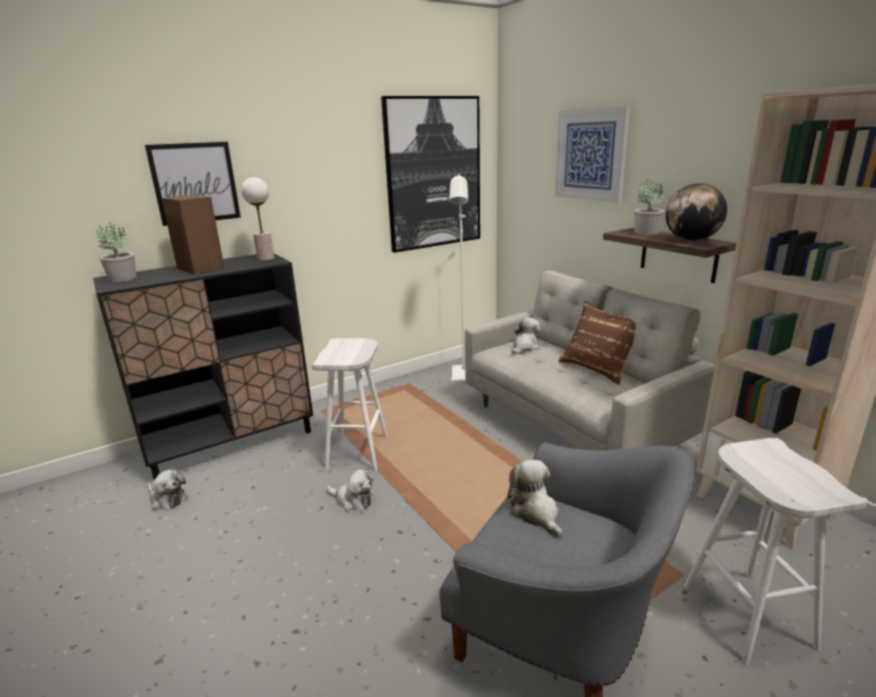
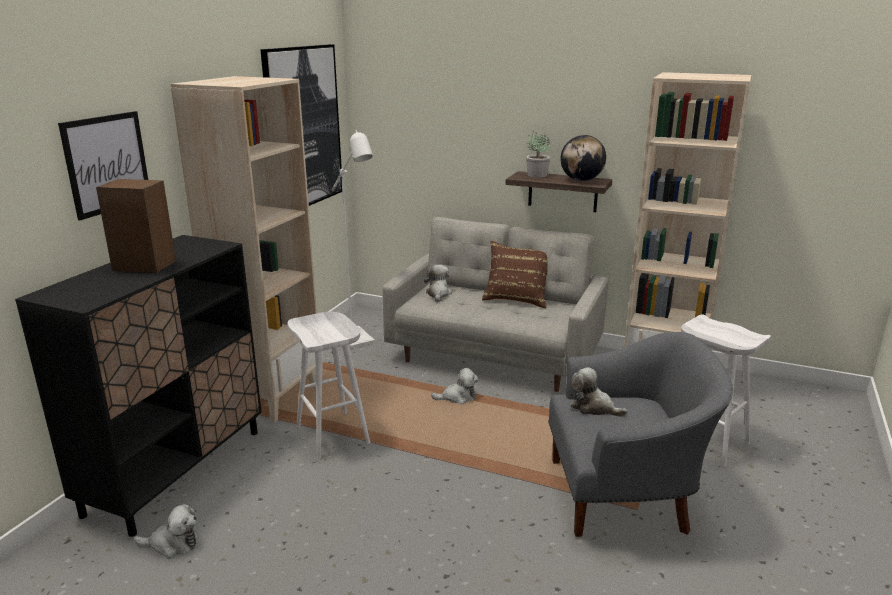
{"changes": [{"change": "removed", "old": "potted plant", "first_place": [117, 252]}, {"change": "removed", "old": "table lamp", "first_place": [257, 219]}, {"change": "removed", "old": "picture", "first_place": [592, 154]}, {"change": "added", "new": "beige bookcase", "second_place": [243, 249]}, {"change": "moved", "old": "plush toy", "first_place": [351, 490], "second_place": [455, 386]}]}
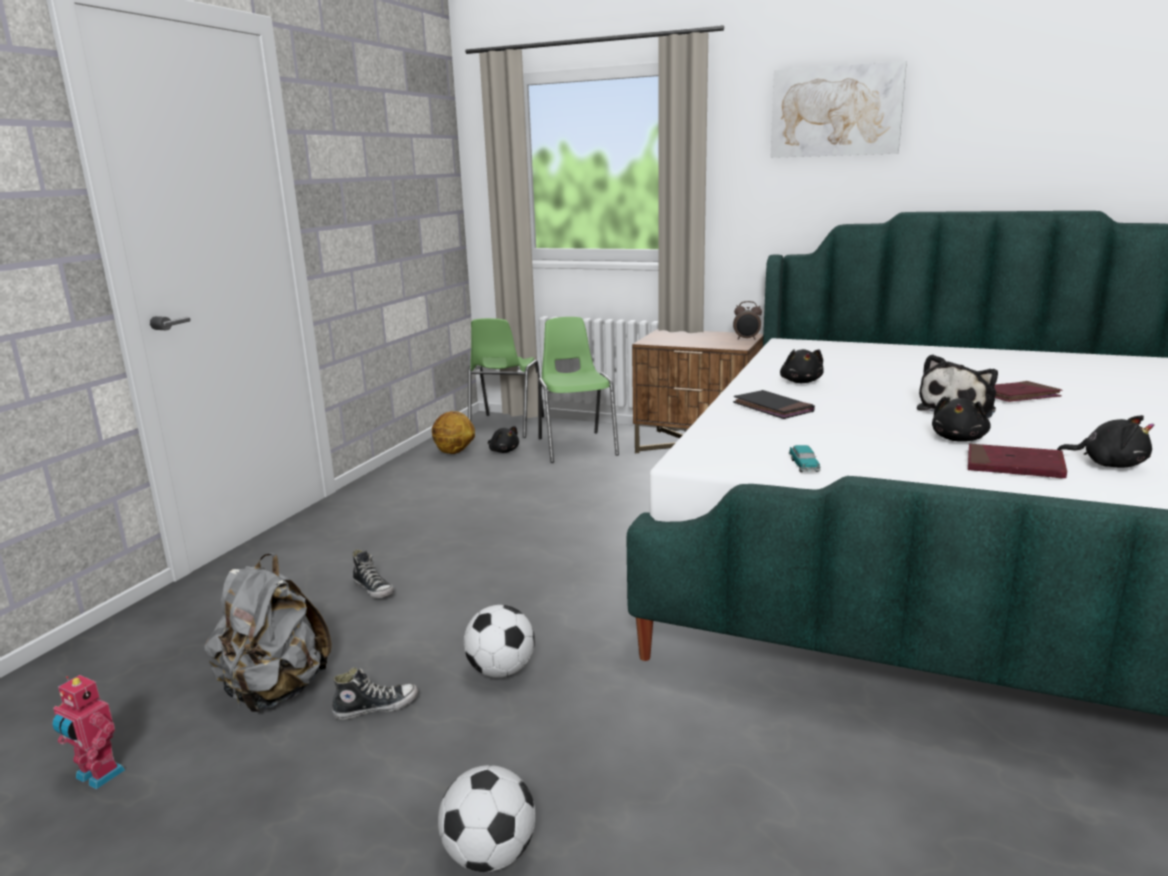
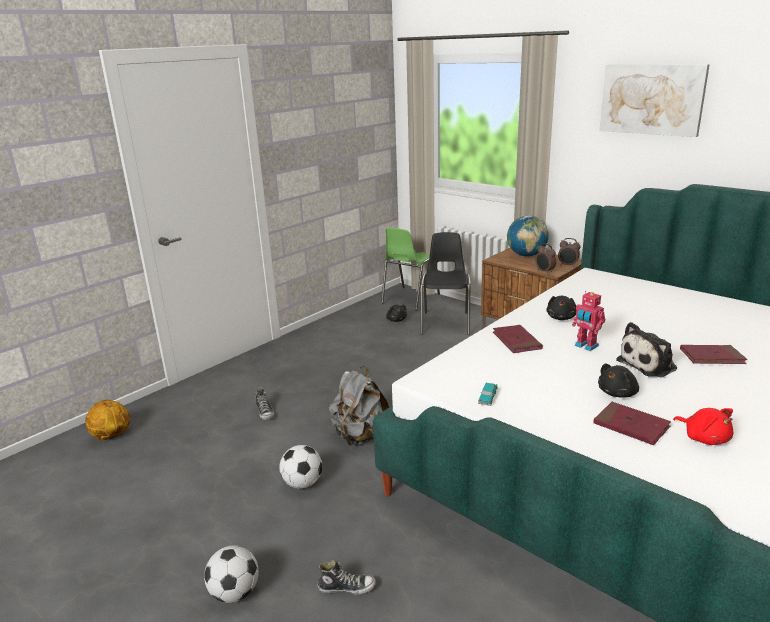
{"changes": [{"change": "added", "new": "globe", "second_place": [528, 236]}, {"change": "added", "new": "alarm clock", "second_place": [545, 258]}, {"change": "moved", "old": "toy robot", "first_place": [88, 732], "second_place": [589, 321]}, {"change": "moved", "old": "grey backpack", "first_place": [268, 632], "second_place": [359, 406]}, {"change": "moved", "old": "shoe", "first_place": [375, 693], "second_place": [346, 577]}, {"change": "moved", "old": "basketball", "first_place": [453, 432], "second_place": [107, 420]}, {"change": "recoloured", "old": "green chair", "new": "black chair", "first_place": [578, 390], "second_place": [445, 283]}, {"change": "recoloured", "old": "black book", "new": "red book", "first_place": [774, 404], "second_place": [518, 339]}, {"change": "recoloured", "old": "black plush toy", "new": "red plush toy", "first_place": [1105, 441], "second_place": [703, 426]}]}
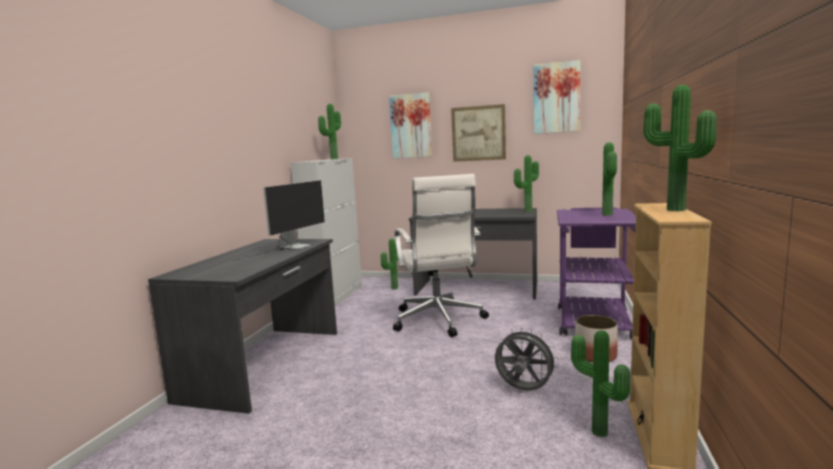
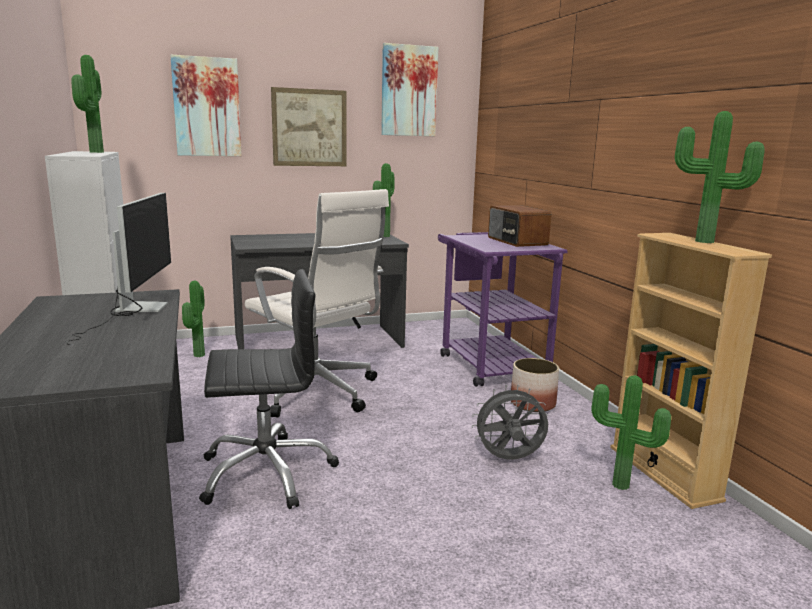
{"changes": [{"change": "added", "new": "black office chair", "second_place": [269, 389]}, {"change": "replaced", "old": "potted plant", "new": "radio", "first_place": [609, 179], "second_place": [519, 226]}]}
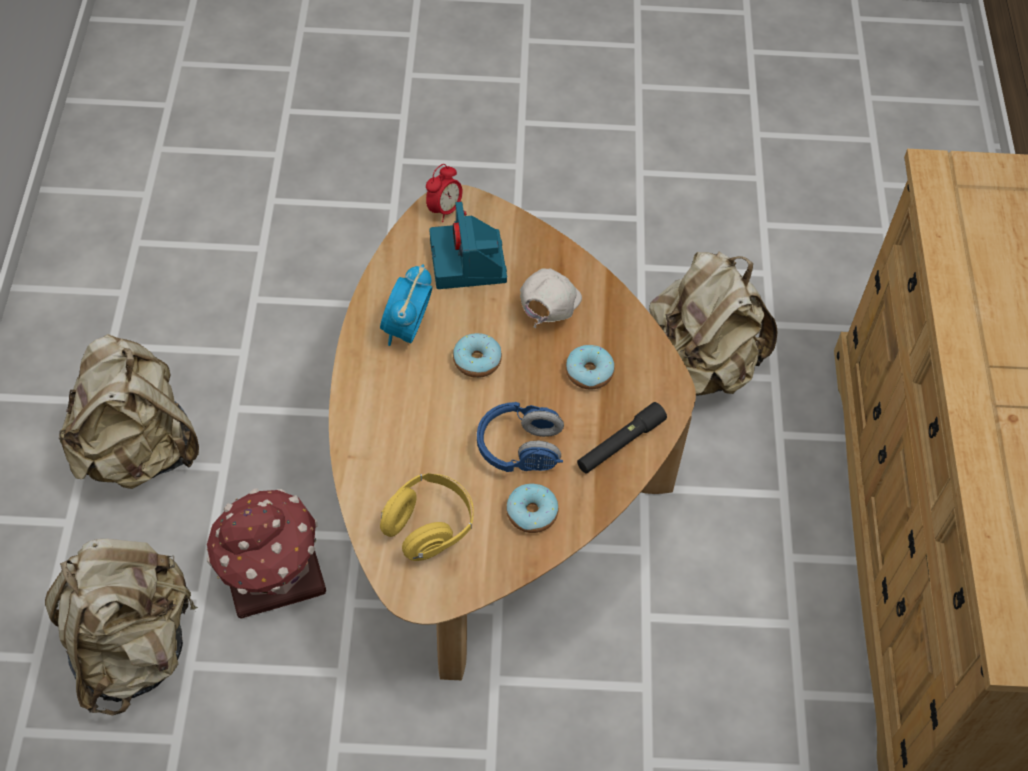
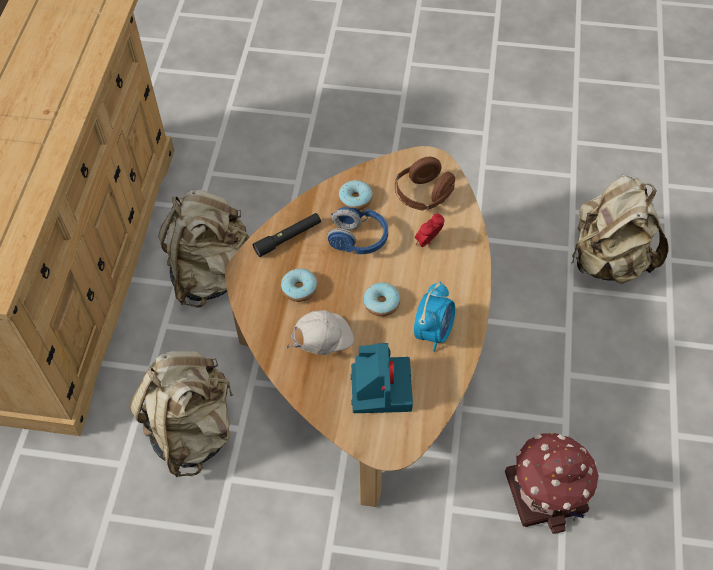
{"changes": [{"change": "moved", "old": "beige backpack", "first_place": [129, 411], "second_place": [204, 249]}, {"change": "moved", "old": "toy house", "first_place": [266, 553], "second_place": [552, 483]}, {"change": "moved", "old": "alarm clock", "first_place": [444, 193], "second_place": [429, 230]}, {"change": "recoloured", "old": "yellow headphones", "new": "brown headphones", "first_place": [427, 517], "second_place": [425, 184]}, {"change": "turned", "old": "white cap", "first_place": [551, 298], "second_place": [320, 332], "degrees": -150}]}
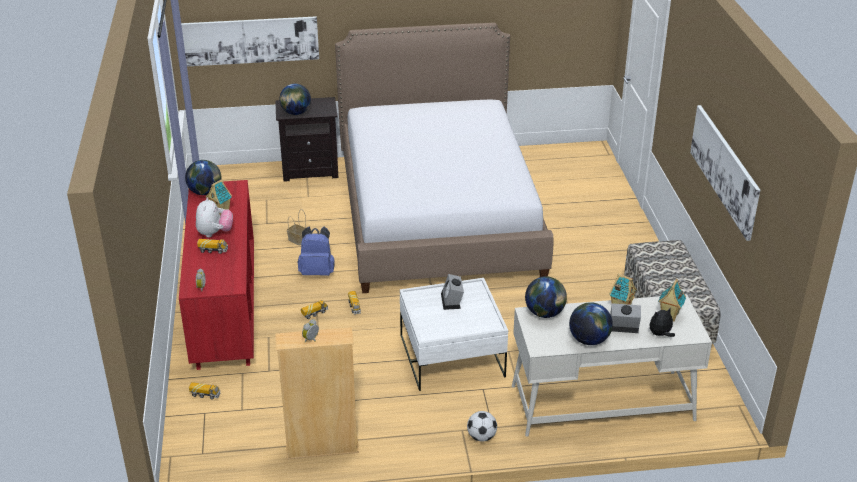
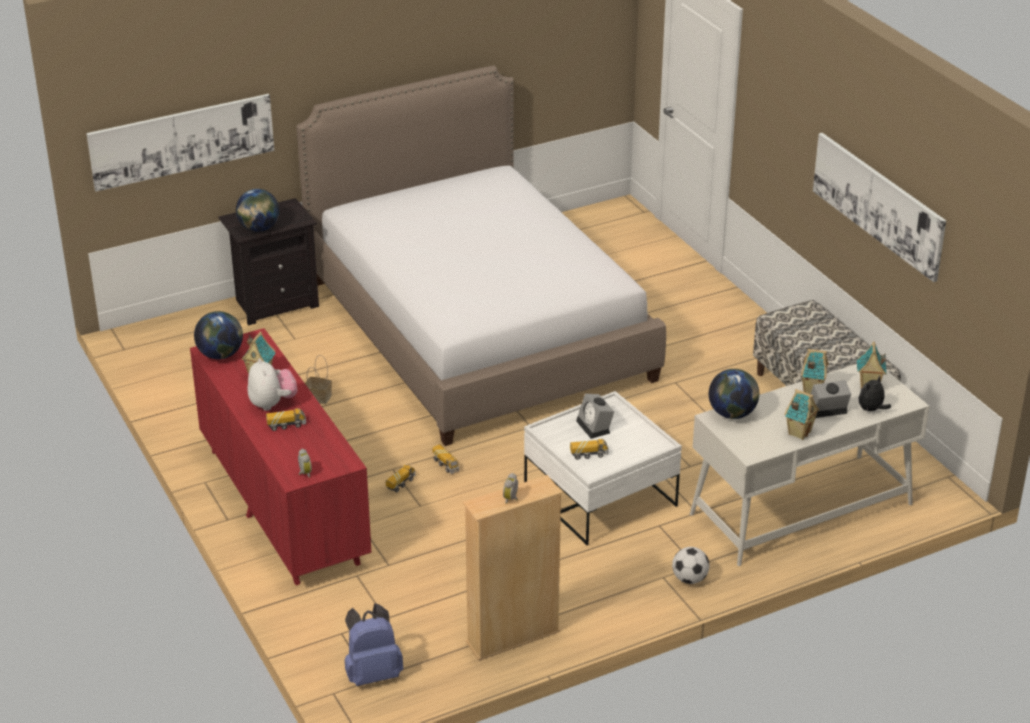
{"changes": [{"change": "moved", "old": "toy truck", "first_place": [205, 391], "second_place": [589, 449]}, {"change": "moved", "old": "blue backpack", "first_place": [316, 251], "second_place": [373, 644]}, {"change": "replaced", "old": "globe", "new": "toy house", "first_place": [591, 323], "second_place": [801, 414]}]}
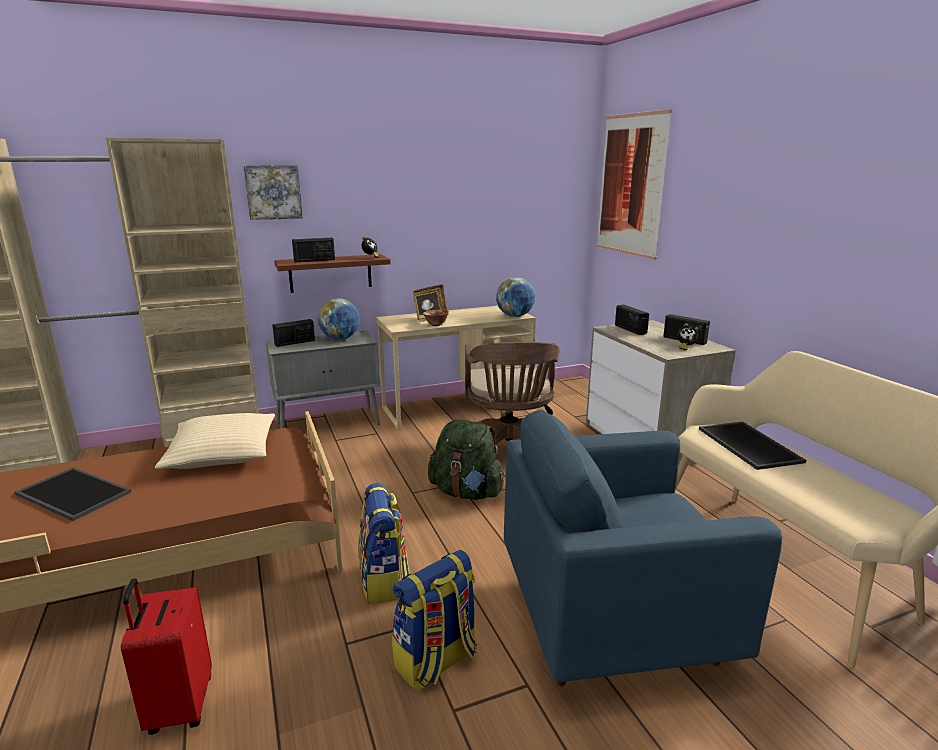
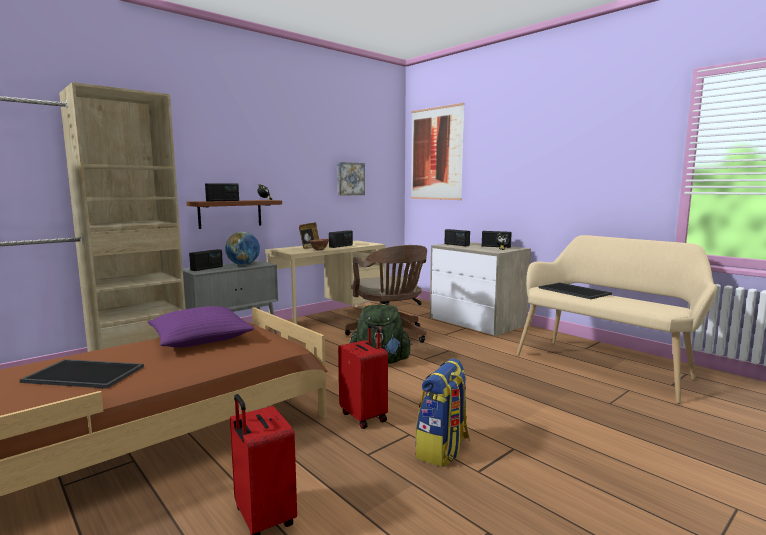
{"changes": [{"change": "removed", "old": "globe", "first_place": [515, 297]}, {"change": "removed", "old": "blue armchair", "first_place": [643, 548]}, {"change": "added", "new": "radio", "second_place": [341, 239]}, {"change": "moved", "old": "picture", "first_place": [273, 192], "second_place": [351, 179]}, {"change": "replaced", "old": "backpack", "new": "red suitcase", "first_place": [384, 543], "second_place": [363, 376]}, {"change": "recoloured", "old": "beige pillow", "new": "purple pillow", "first_place": [215, 441], "second_place": [201, 327]}]}
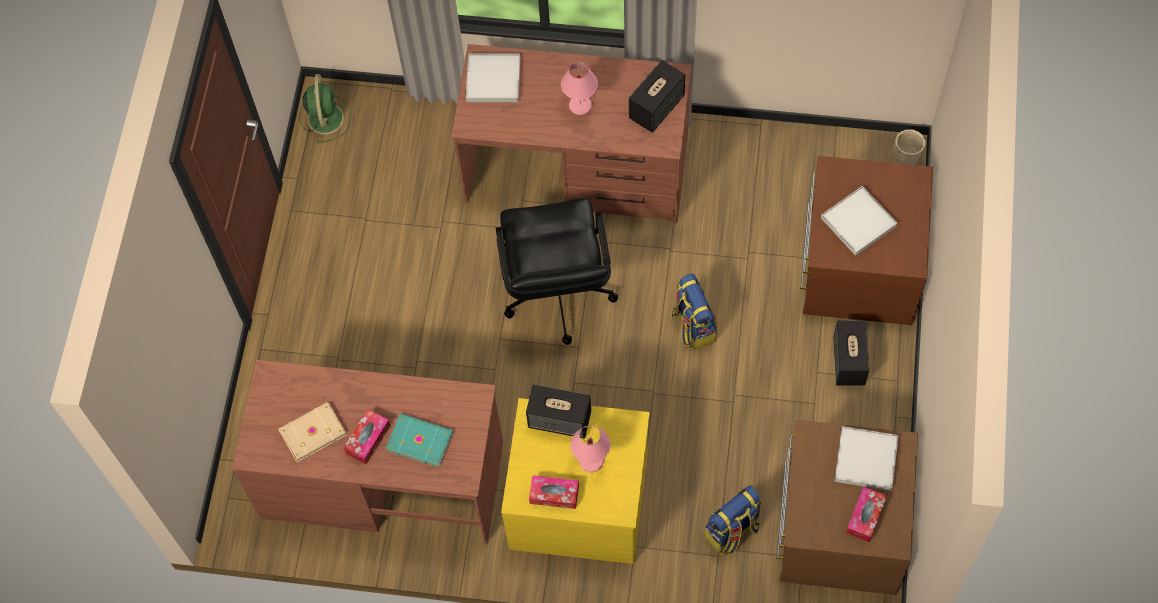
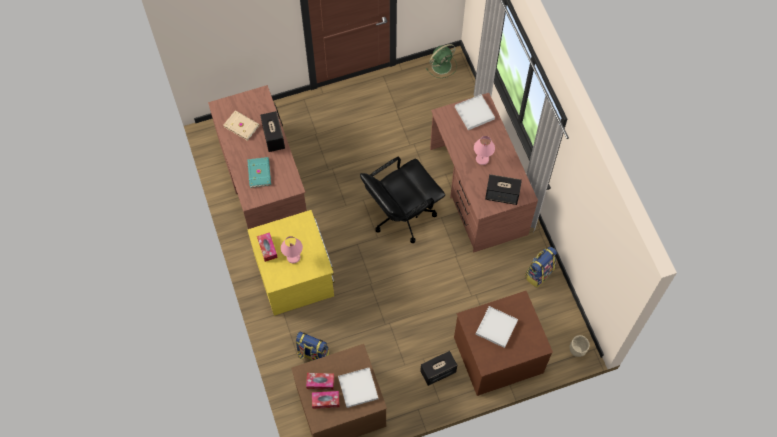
{"changes": [{"change": "moved", "old": "tissue box", "first_place": [366, 436], "second_place": [320, 381]}, {"change": "moved", "old": "speaker", "first_place": [558, 411], "second_place": [272, 131]}, {"change": "moved", "old": "backpack", "first_place": [694, 312], "second_place": [541, 267]}]}
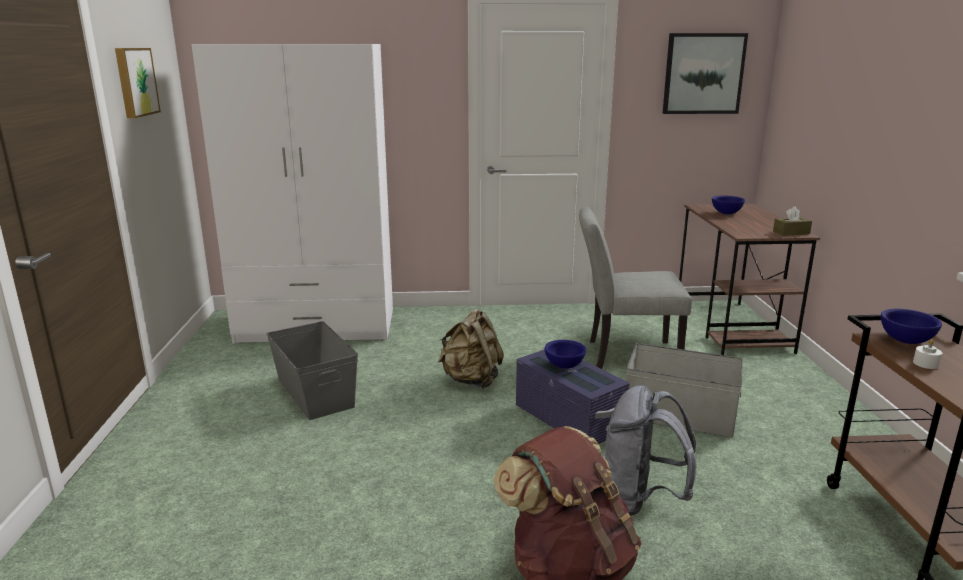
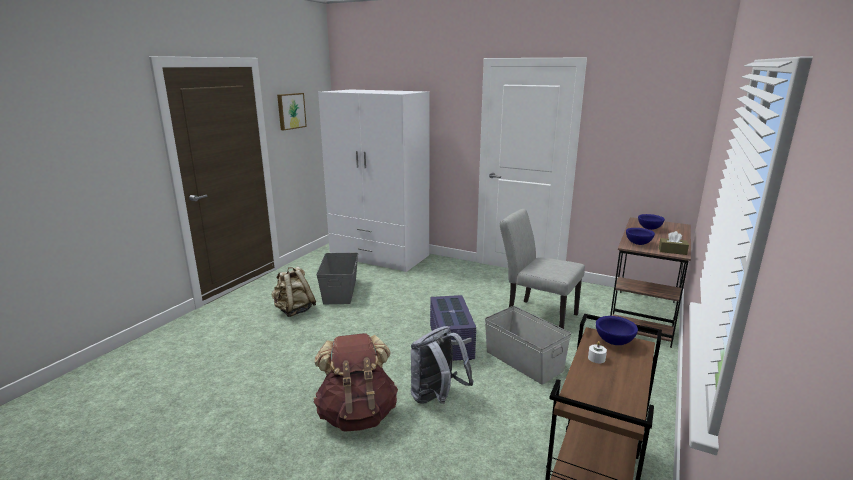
{"changes": [{"change": "removed", "old": "picture", "first_place": [705, 73]}, {"change": "moved", "old": "beige backpack", "first_place": [471, 348], "second_place": [294, 291]}, {"change": "moved", "old": "blue bowl", "first_place": [565, 354], "second_place": [640, 236]}]}
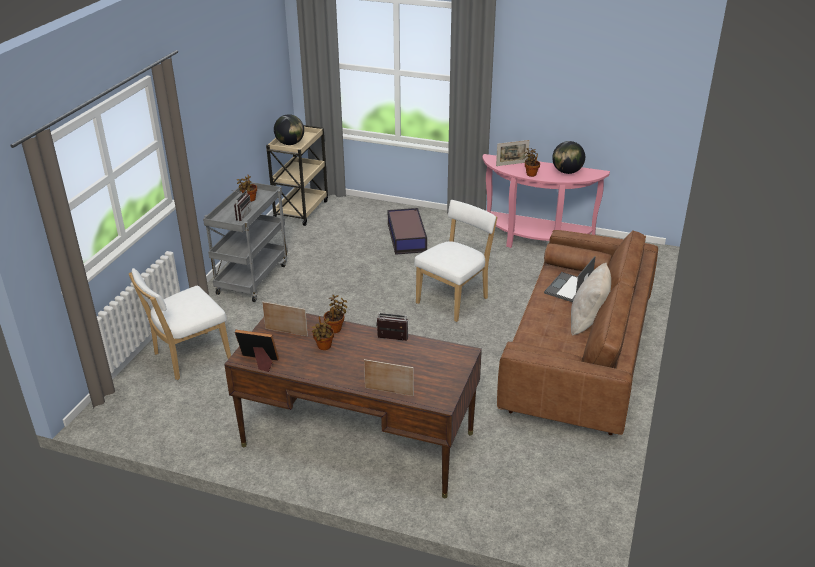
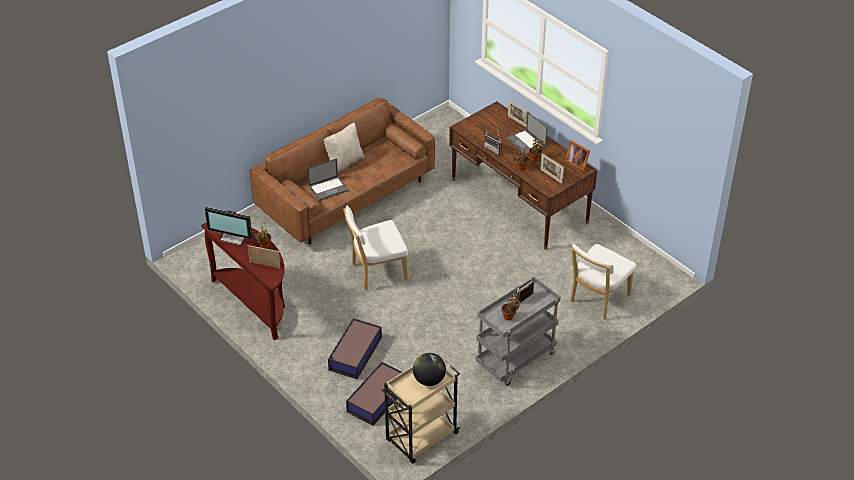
{"changes": [{"change": "added", "new": "storage box", "second_place": [374, 394]}, {"change": "added", "new": "laptop", "second_place": [527, 133]}, {"change": "replaced", "old": "globe", "new": "monitor", "first_place": [568, 157], "second_place": [228, 226]}, {"change": "recoloured", "old": "pink console table", "new": "brown console table", "first_place": [546, 201], "second_place": [243, 282]}, {"change": "turned", "old": "white chair", "first_place": [180, 324], "second_place": [603, 282], "degrees": 135}]}
